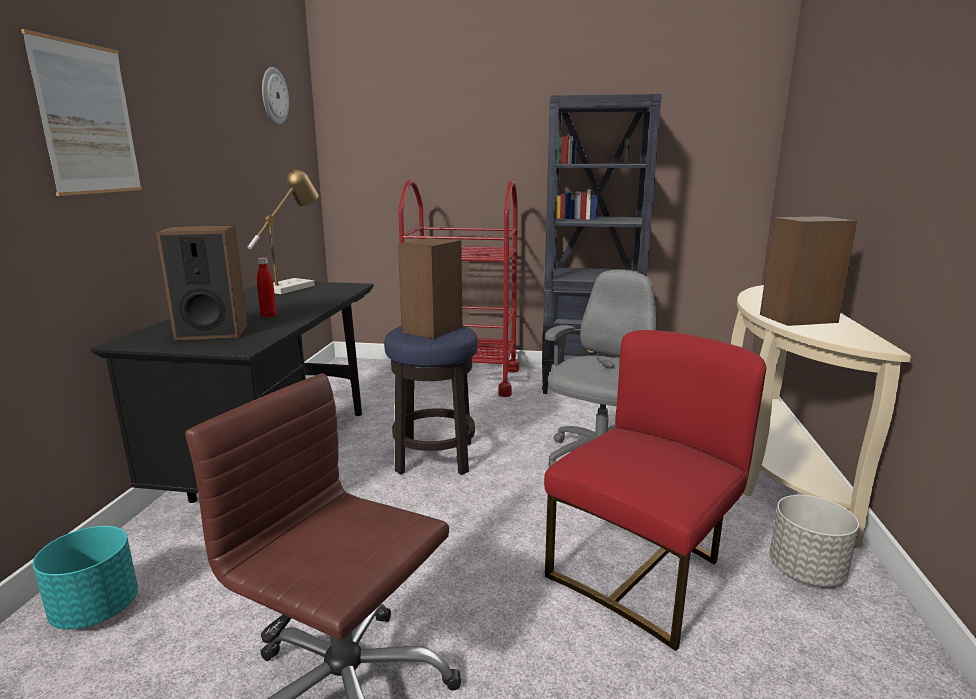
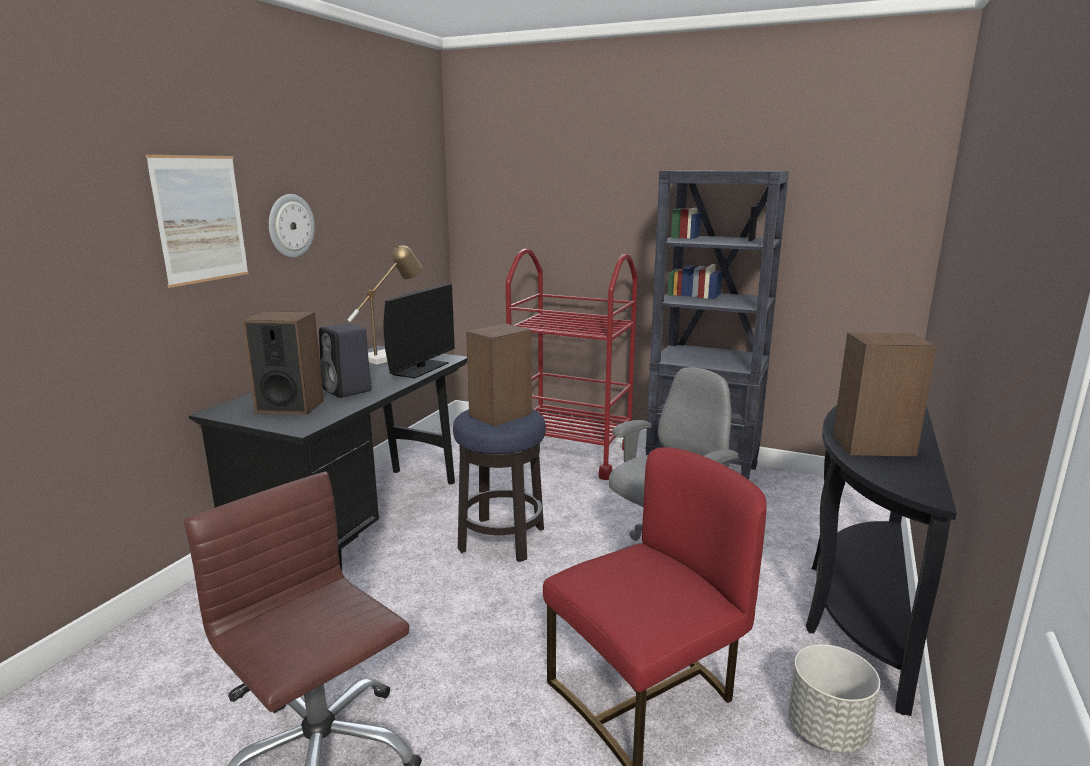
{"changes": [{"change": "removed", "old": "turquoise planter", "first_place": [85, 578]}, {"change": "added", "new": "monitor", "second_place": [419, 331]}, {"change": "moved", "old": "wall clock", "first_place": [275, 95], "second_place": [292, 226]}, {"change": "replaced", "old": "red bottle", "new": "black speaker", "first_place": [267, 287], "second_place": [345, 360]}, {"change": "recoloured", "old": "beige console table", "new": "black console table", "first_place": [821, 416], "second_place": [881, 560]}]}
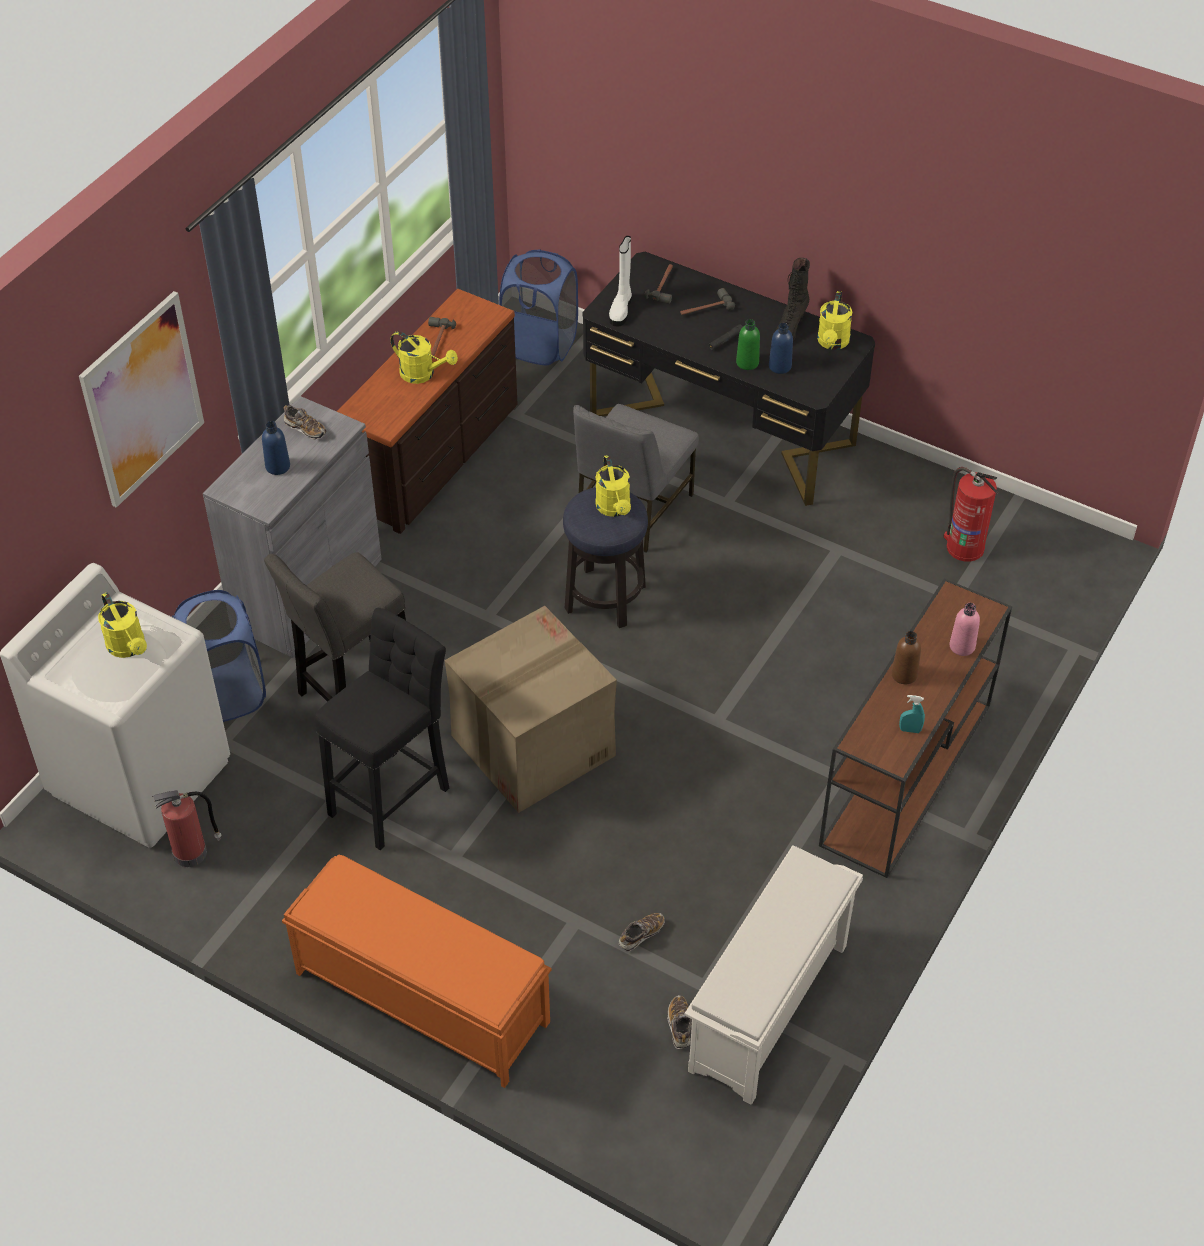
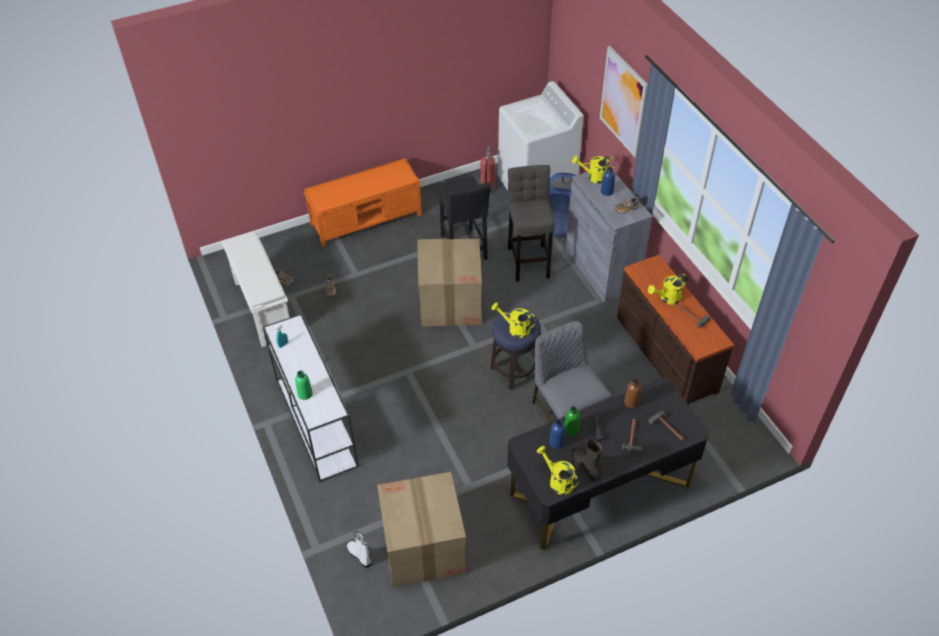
{"changes": [{"change": "removed", "old": "blue laundry basket", "first_place": [538, 307]}, {"change": "moved", "old": "yellow watering can", "first_place": [122, 625], "second_place": [593, 170]}, {"change": "moved", "old": "white boot", "first_place": [620, 281], "second_place": [359, 550]}, {"change": "moved", "old": "brown bottle", "first_place": [906, 657], "second_place": [632, 393]}, {"change": "replaced", "old": "fire extinguisher", "new": "cardboard box", "first_place": [970, 514], "second_place": [421, 529]}, {"change": "recoloured", "old": "brown console table", "new": "white console table", "first_place": [915, 728], "second_place": [311, 398]}, {"change": "recoloured", "old": "pink bottle", "new": "green bottle", "first_place": [965, 629], "second_place": [304, 385]}]}
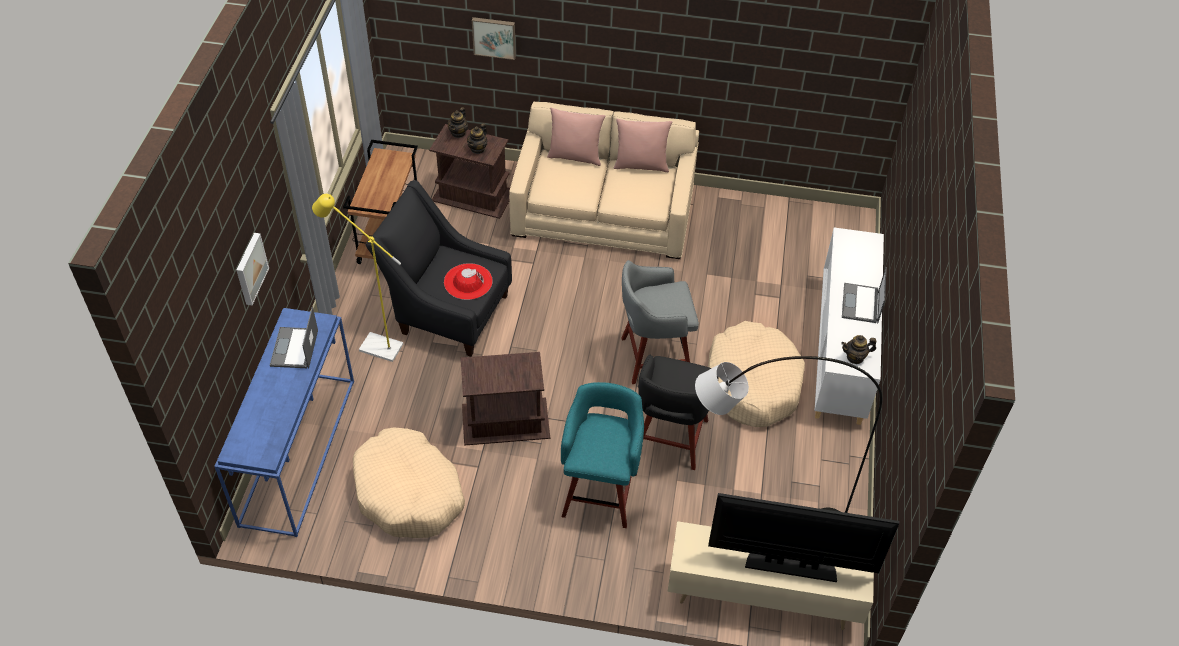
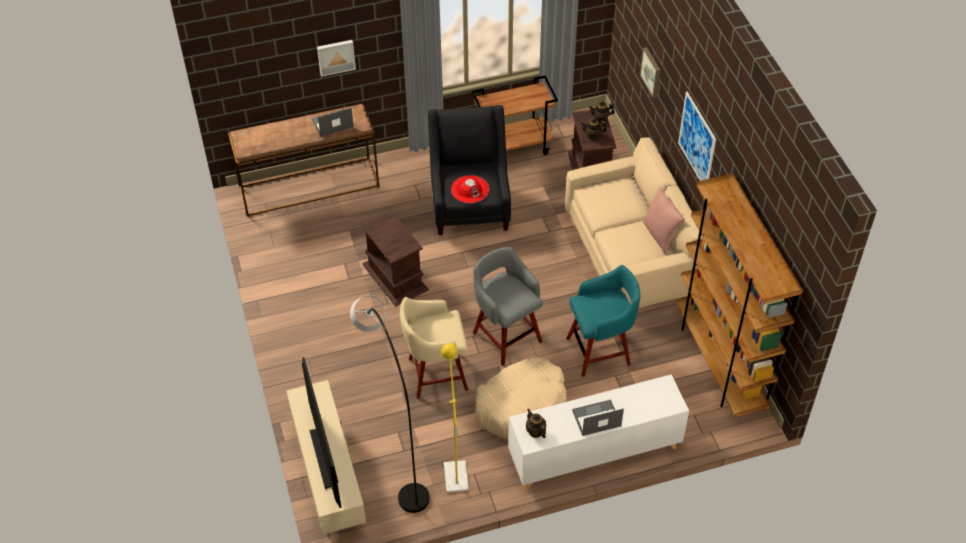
{"changes": [{"change": "removed", "old": "beige dog bed", "first_place": [409, 482]}, {"change": "removed", "old": "pink pillow", "first_place": [576, 137]}, {"change": "added", "new": "brown bookcase", "second_place": [739, 295]}, {"change": "added", "new": "picture", "second_place": [697, 136]}, {"change": "moved", "old": "yellow floor lamp", "first_place": [357, 278], "second_place": [455, 418]}, {"change": "moved", "old": "turquoise stool", "first_place": [602, 455], "second_place": [603, 321]}, {"change": "recoloured", "old": "blue console table", "new": "brown console table", "first_place": [284, 422], "second_place": [303, 160]}, {"change": "recoloured", "old": "black stool", "new": "beige stool", "first_place": [678, 412], "second_place": [434, 348]}]}
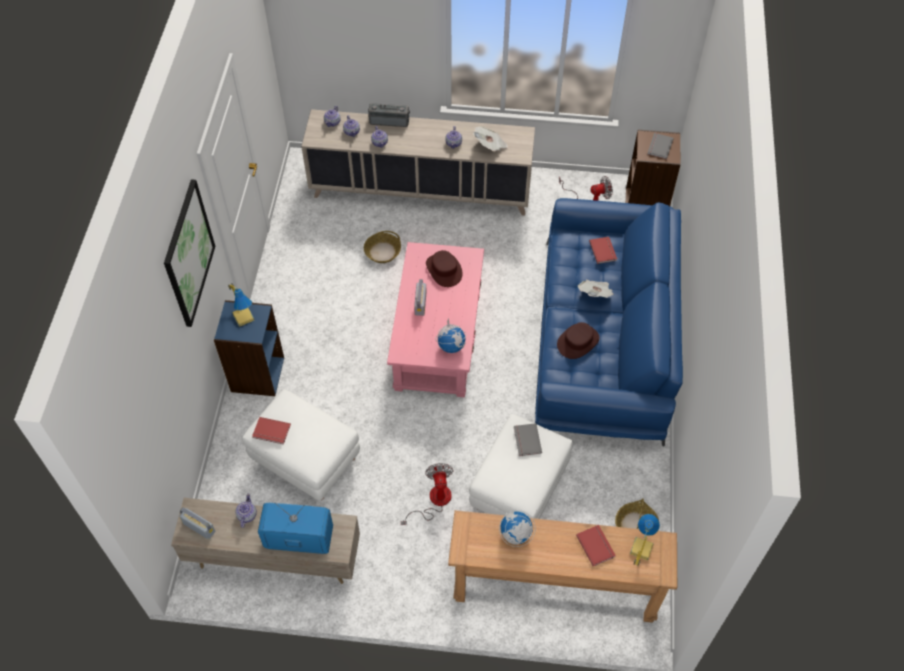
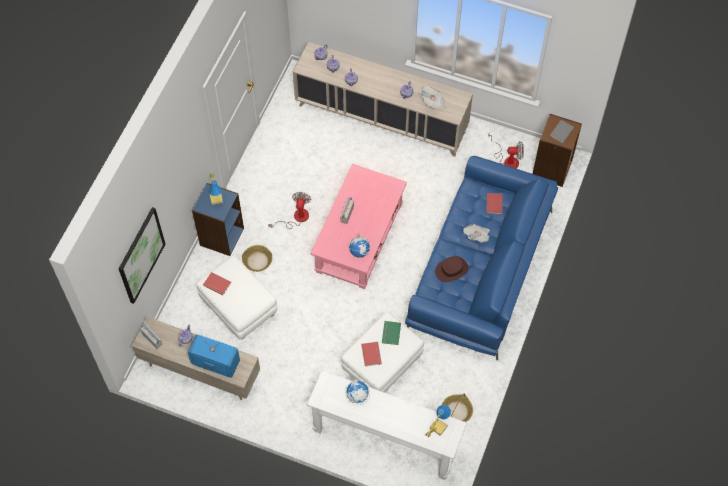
{"changes": [{"change": "removed", "old": "radio", "first_place": [389, 115]}, {"change": "removed", "old": "brown hat", "first_place": [444, 268]}, {"change": "moved", "old": "picture", "first_place": [189, 253], "second_place": [142, 255]}, {"change": "moved", "old": "basket", "first_place": [382, 247], "second_place": [257, 258]}, {"change": "moved", "old": "fan", "first_place": [427, 494], "second_place": [289, 210]}, {"change": "moved", "old": "red book", "first_place": [596, 545], "second_place": [371, 354]}, {"change": "recoloured", "old": "brown console table", "new": "white console table", "first_place": [562, 566], "second_place": [387, 425]}, {"change": "recoloured", "old": "grey book", "new": "green book", "first_place": [528, 439], "second_place": [391, 333]}]}
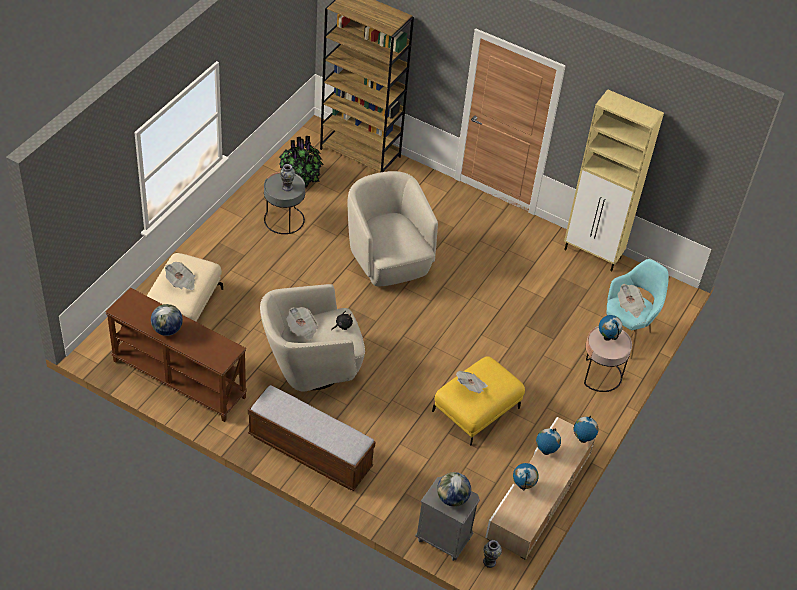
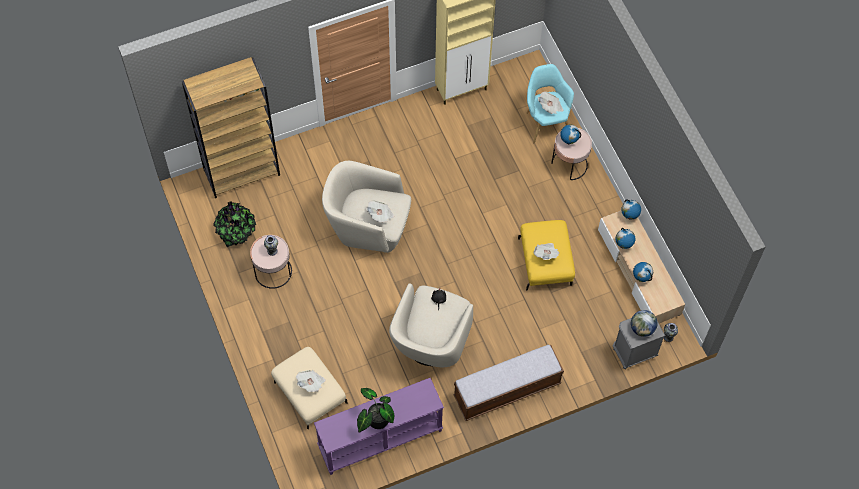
{"changes": [{"change": "moved", "old": "newspaper", "first_place": [302, 324], "second_place": [380, 211]}, {"change": "replaced", "old": "globe", "new": "potted plant", "first_place": [167, 320], "second_place": [376, 410]}, {"change": "recoloured", "old": "brown console table", "new": "purple console table", "first_place": [176, 355], "second_place": [379, 426]}, {"change": "recoloured", "old": "grey side table", "new": "pink side table", "first_place": [284, 203], "second_place": [271, 262]}]}
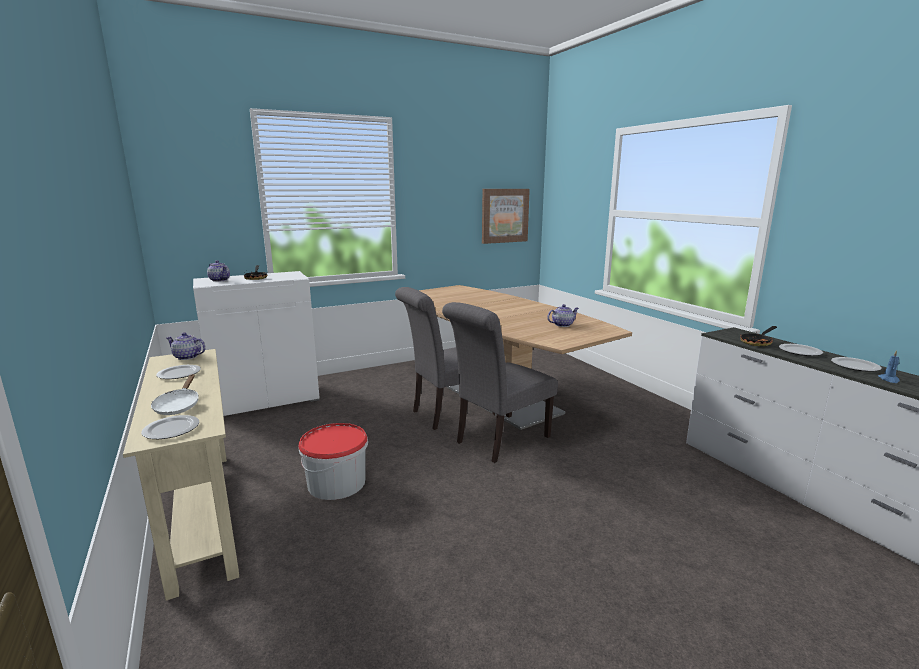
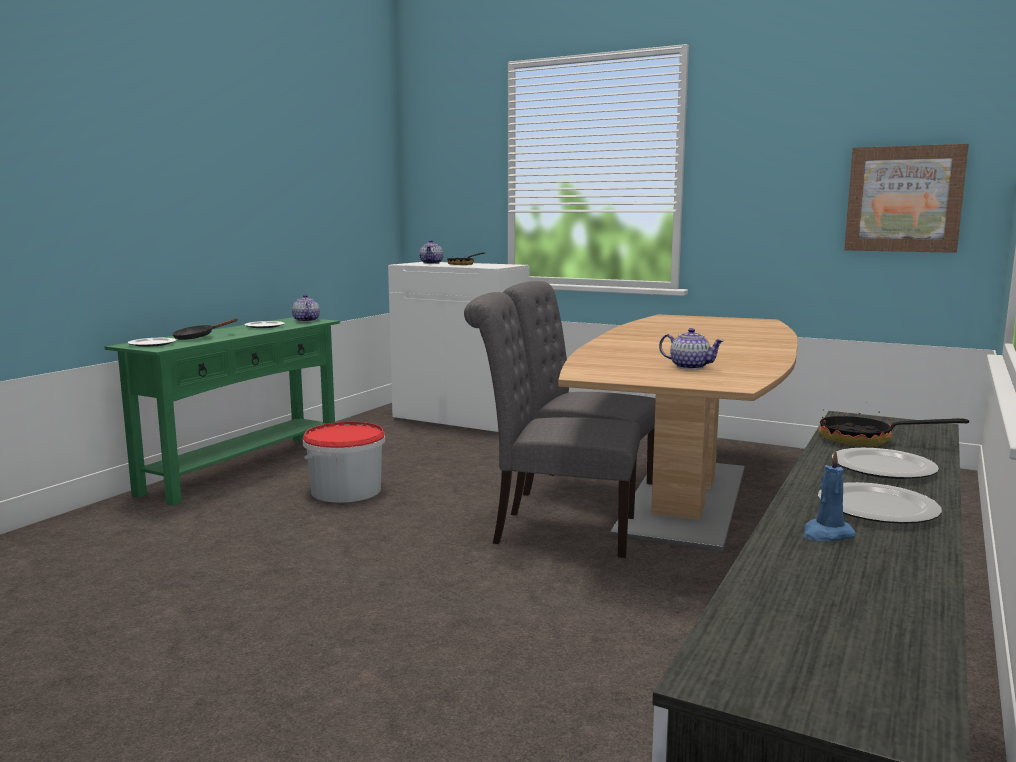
{"changes": [{"change": "recoloured", "old": "beige console table", "new": "green console table", "first_place": [181, 475], "second_place": [222, 411]}, {"change": "recoloured", "old": "white frying pan", "new": "black frying pan", "first_place": [175, 394], "second_place": [204, 329]}]}
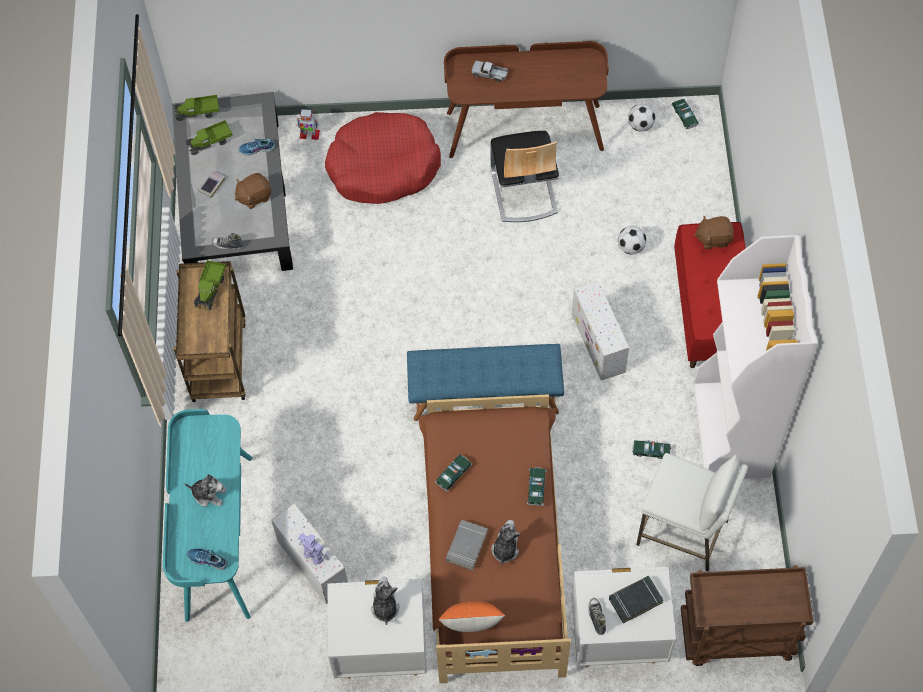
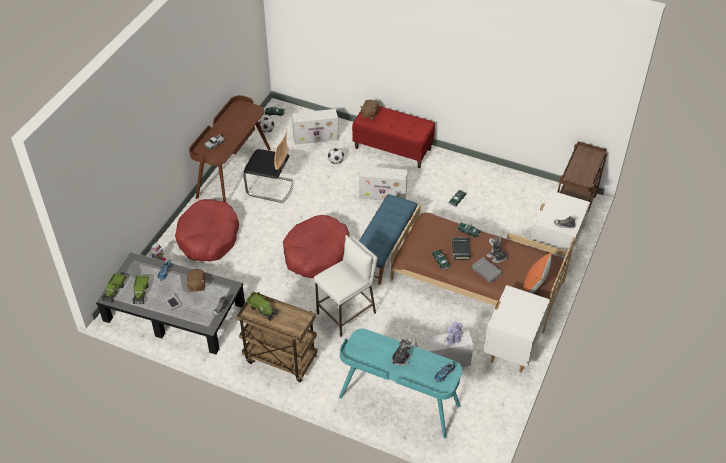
{"changes": [{"change": "removed", "old": "plush toy", "first_place": [385, 601]}, {"change": "removed", "old": "white bookcase", "first_place": [756, 357]}, {"change": "added", "new": "red dog bed", "second_place": [316, 246]}, {"change": "added", "new": "white storage box", "second_place": [315, 127]}, {"change": "moved", "old": "black book", "first_place": [636, 599], "second_place": [461, 248]}, {"change": "moved", "old": "white stool", "first_place": [692, 512], "second_place": [346, 286]}]}
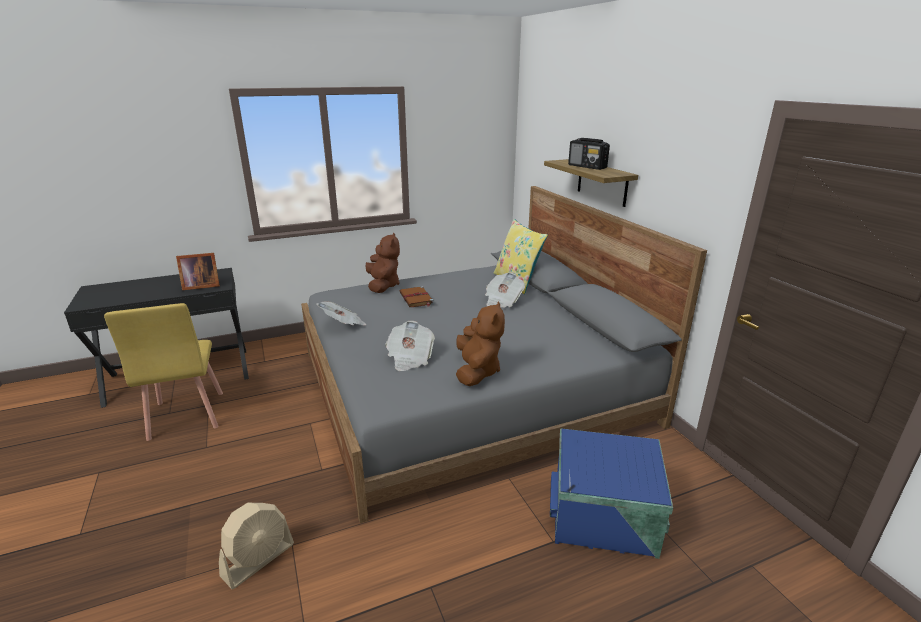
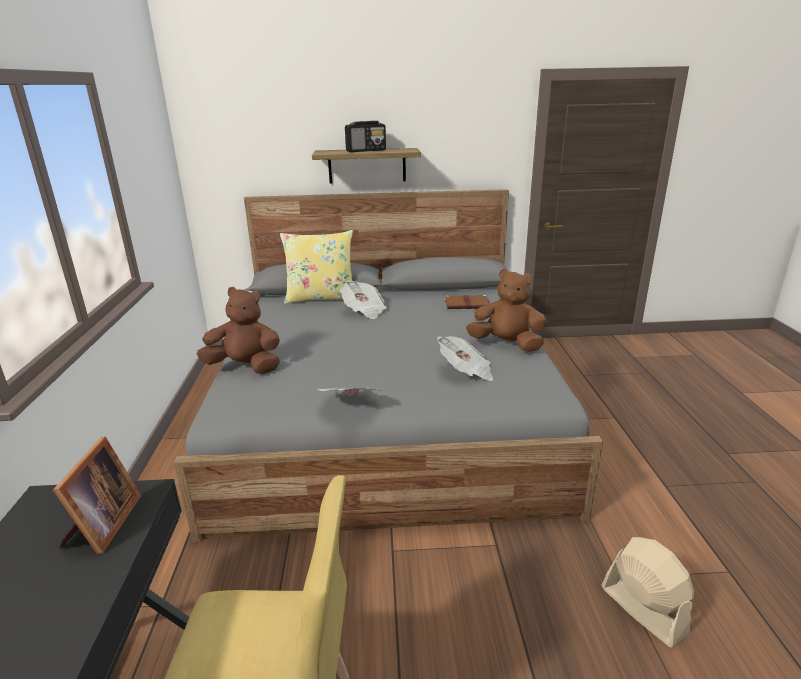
{"changes": [{"change": "removed", "old": "blue storage box", "first_place": [611, 493]}, {"change": "moved", "old": "brown book", "first_place": [416, 296], "second_place": [467, 302]}]}
